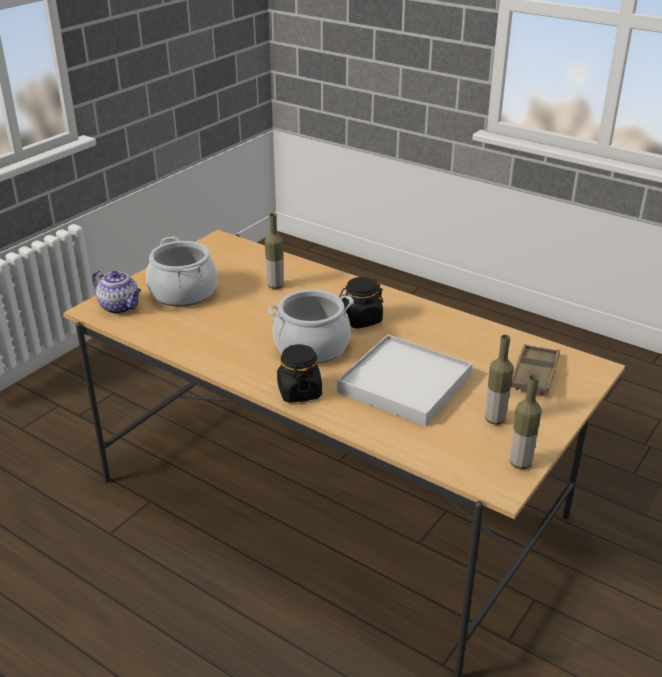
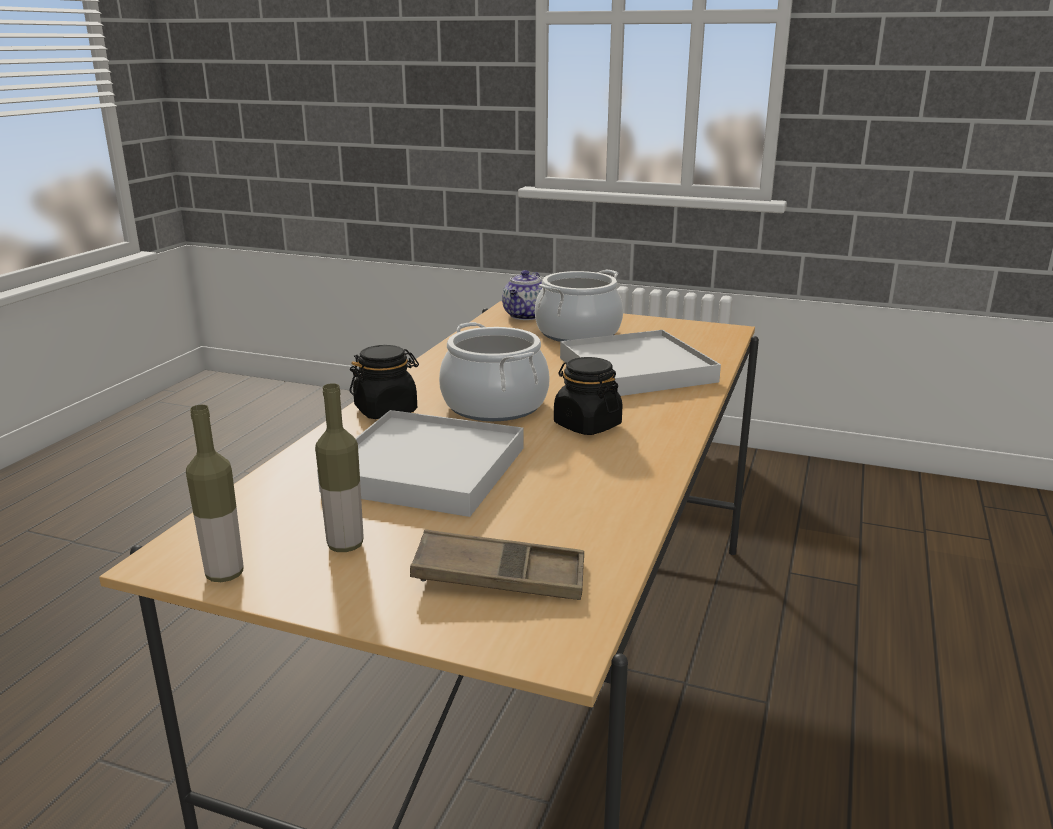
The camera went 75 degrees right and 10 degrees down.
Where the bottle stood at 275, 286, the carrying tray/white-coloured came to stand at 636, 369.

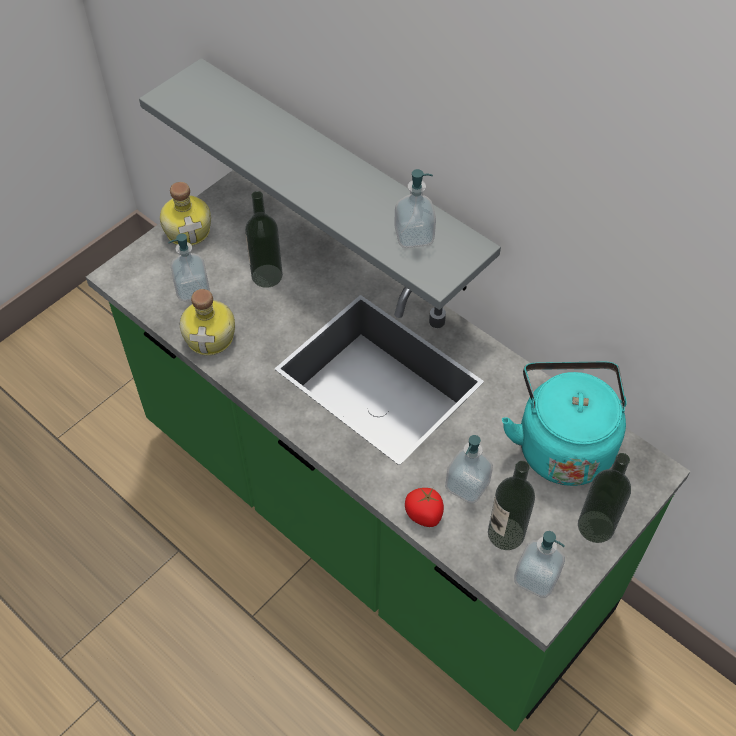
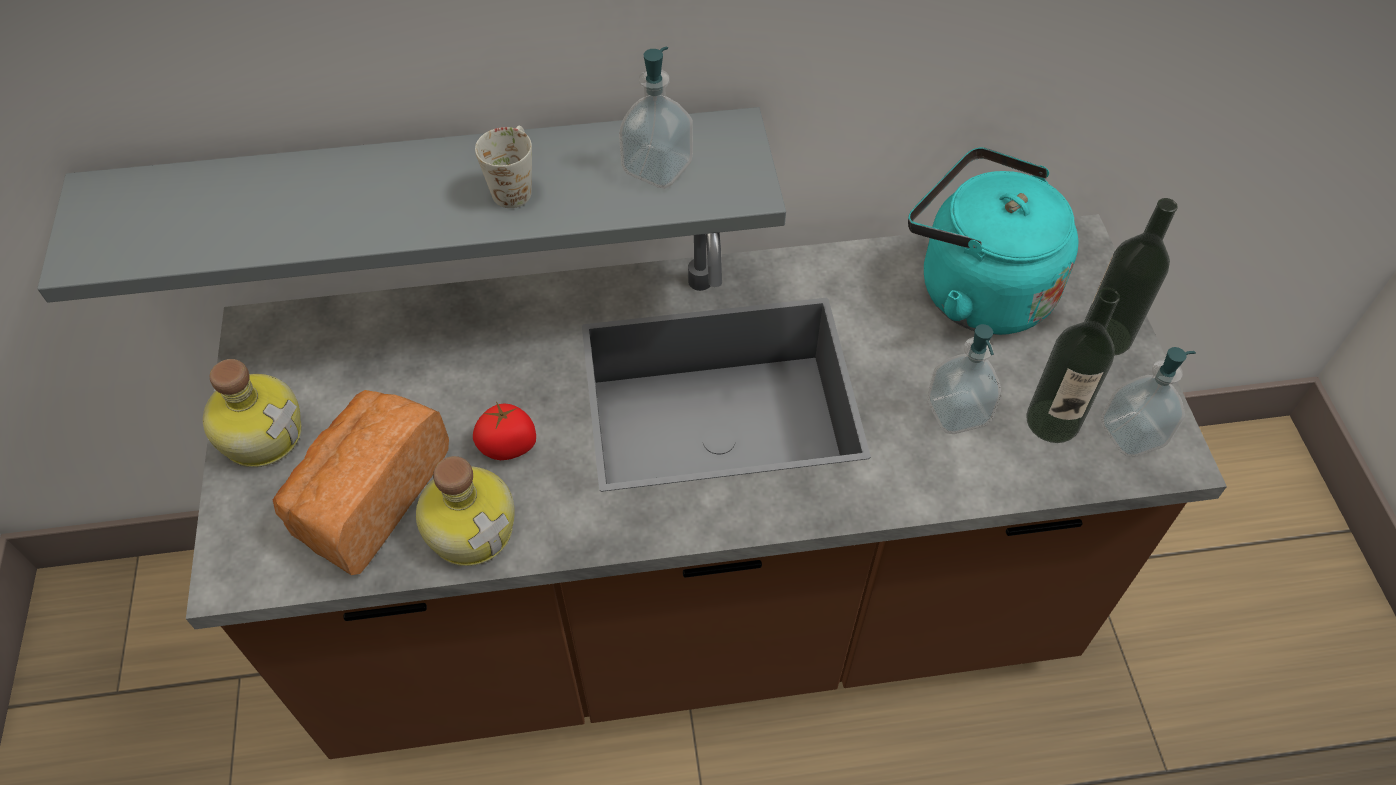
The camera went 50 degrees left and 0 degrees up.
What was the kitchen base unit/green-coloured at 367, 520 turned into the kitchen base unit/brown-coloured at 698, 614.
The second view lost the bottle at 267, 276.
Where the soap dispenser stood at 192, 289, the bakery bread came to stand at 368, 497.
The fresh tomato ended up elsewhere, having gone from 424, 514 to 508, 445.
The second view gained the coffee mug/white-coloured at 515, 185.

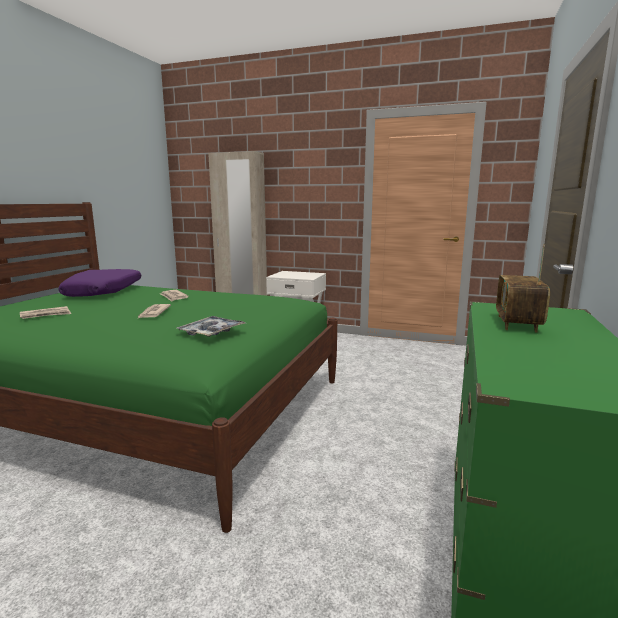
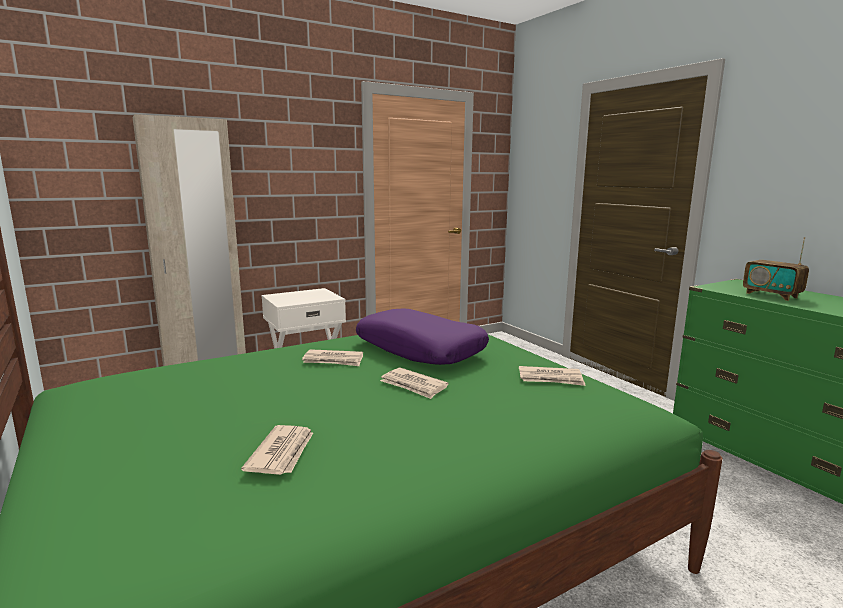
The camera went 50 degrees left and 0 degrees up.
The throw pillow/purple-coloured ended up elsewhere, having gone from 104, 292 to 420, 349.
Where the carrying tray stood at 211, 332, the newspaper came to stand at 551, 379.

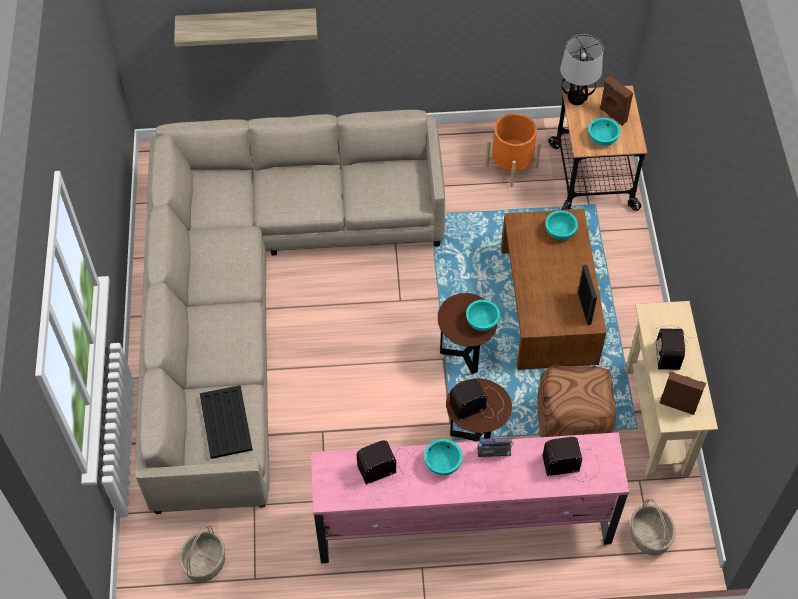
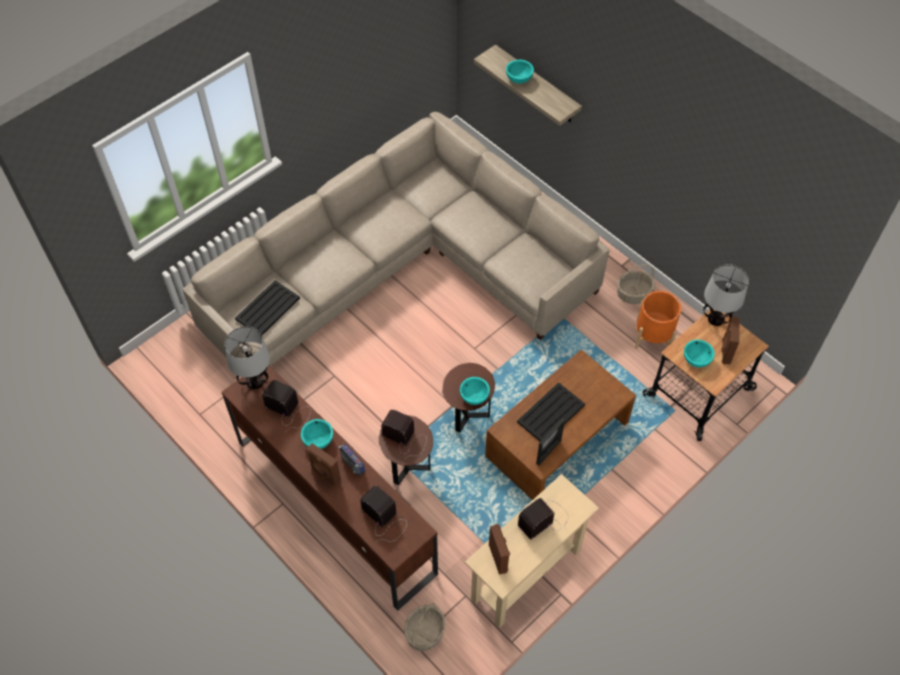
The camera went 50 degrees right and 0 degrees up.
The deep dish/turquoise ended up elsewhere, having gone from 559, 232 to 519, 78.
The second view lost the pouffe/brown-coloured at 572, 425.
What was the tv stand/pink at 462, 524 turned into the tv stand/brown-coloured at 334, 505.
The basket ended up elsewhere, having gone from 205, 562 to 633, 294.
The second view gained the lamp for a table at 255, 381.
The second view gained the carrying tray/black-coloured at 551, 413.
The second view gained the speaker/brown-coloured at 325, 475.

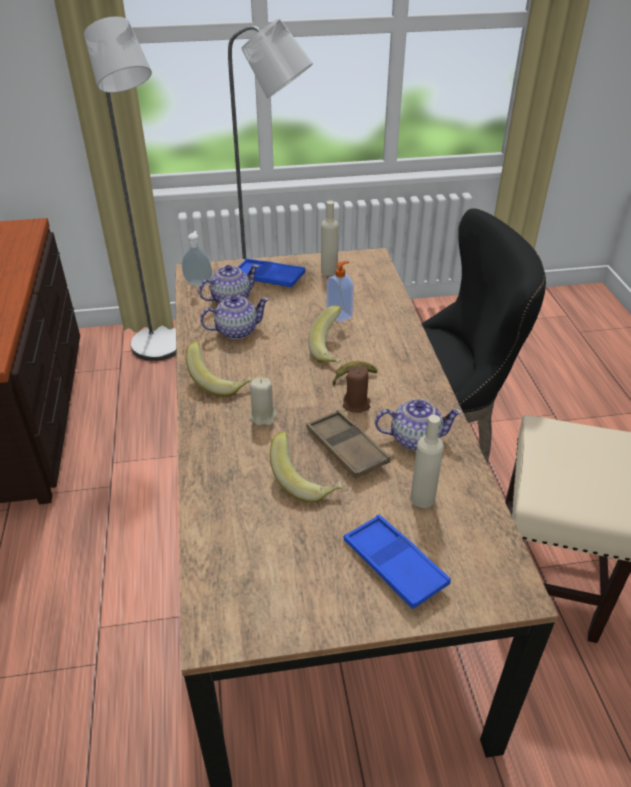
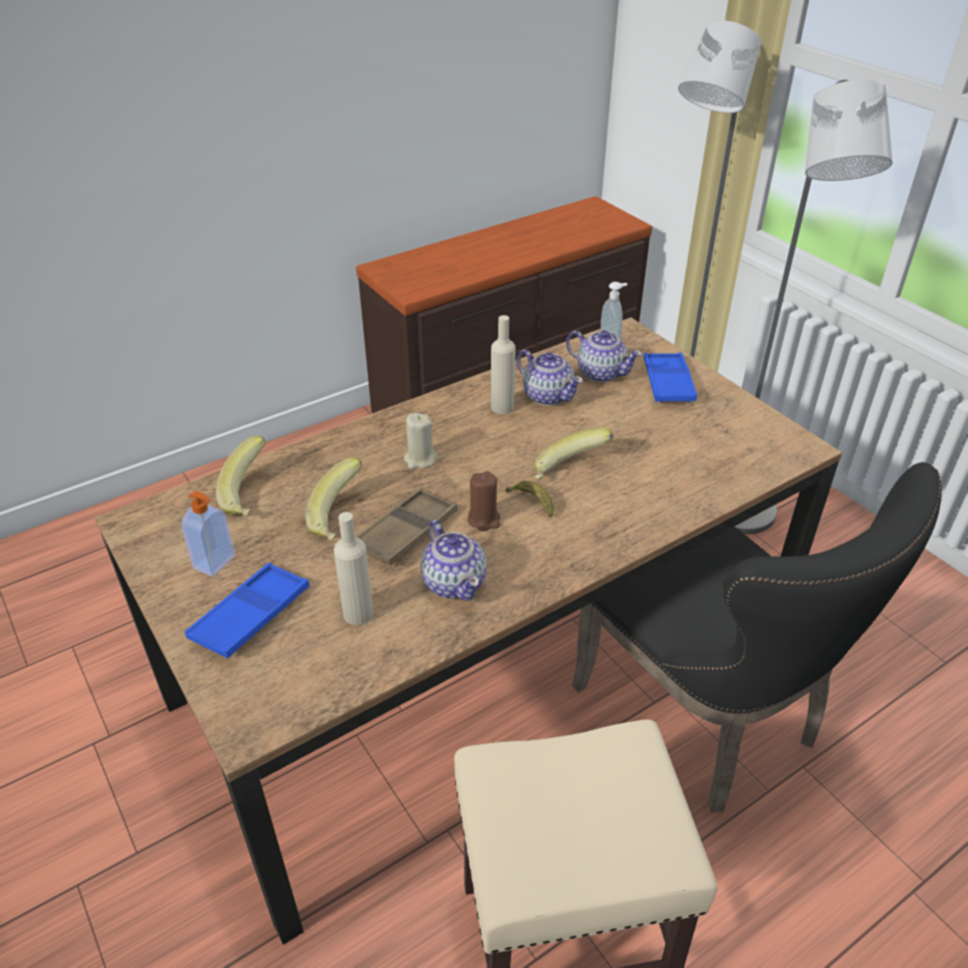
The camera went 65 degrees right and 0 degrees up.
The bottle/beige ended up elsewhere, having gone from 329, 271 to 502, 407.
The soap dispenser ended up elsewhere, having gone from 340, 314 to 215, 562.
The banana fruit ended up elsewhere, having gone from 220, 382 to 251, 496.

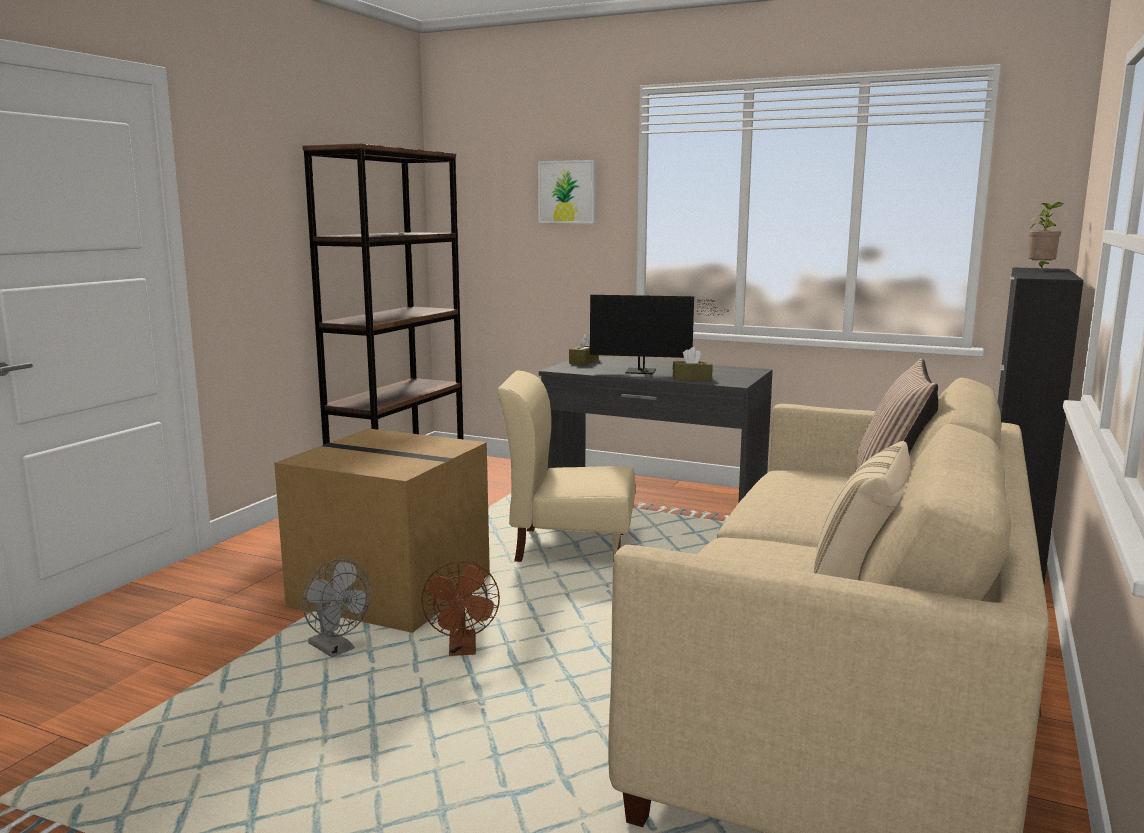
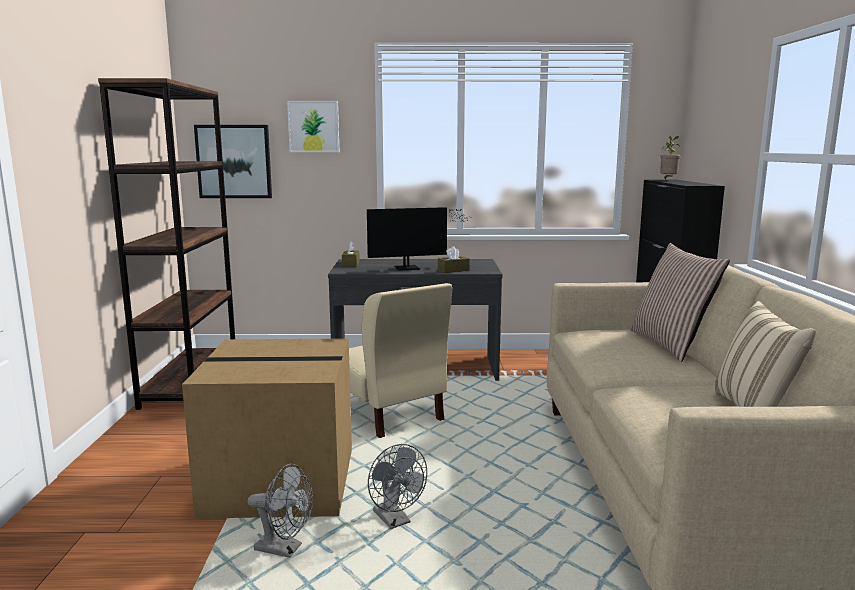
The camera went 25 degrees left and 0 degrees up.
The upright chair/beige at 569, 547 ended up facing another way, 105 degrees counterclockwise from before.
What was the fan/brown-coloured at 463, 650 turned into the fan/greyish at 395, 521.
The second view gained the wall picture at 234, 161.

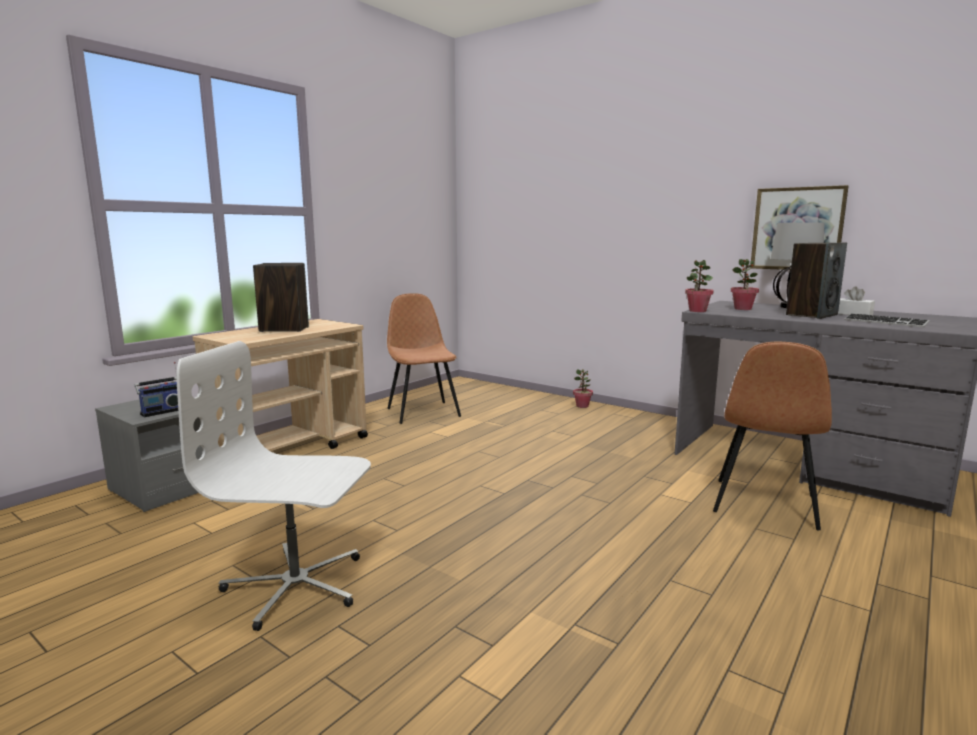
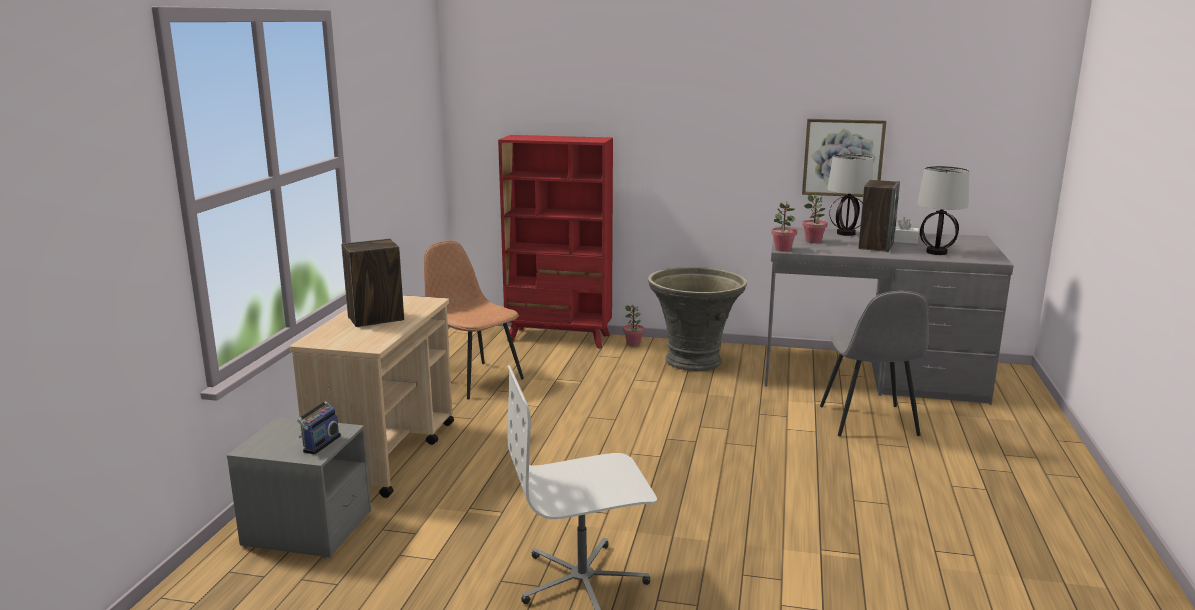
The camera went 25 degrees left and 5 degrees up.
Where the computer keyboard stood at 885, 322, the lamp for a table came to stand at 937, 252.
What was the upright chair/brown-coloured at 764, 505 turned into the upright chair/greyish at 868, 422.
The second view gained the shelving unit/red-coloured at 559, 338.
The second view gained the planter/greyish at 694, 361.

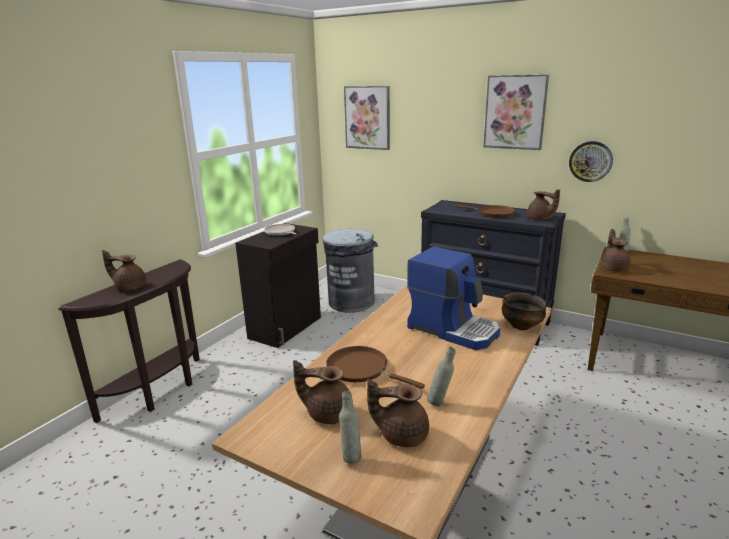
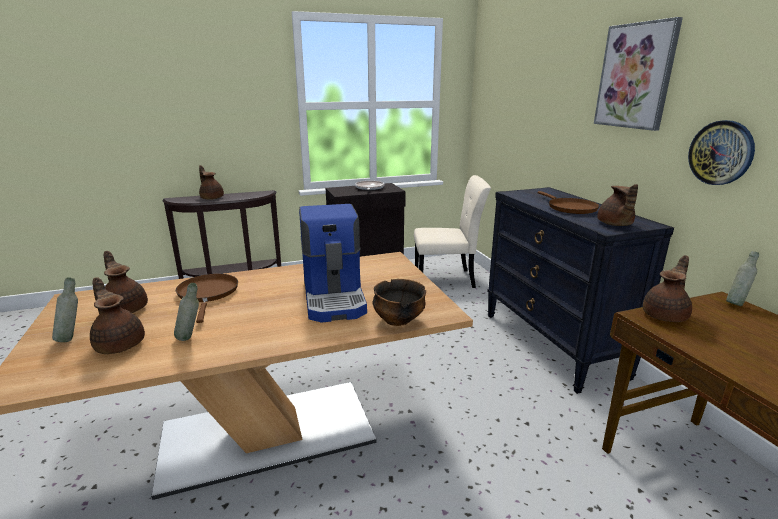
The camera went 40 degrees right and 0 degrees up.
The second view lost the wall picture at 367, 117.
Where the rubbish bin/greyish stood at 351, 302, the upright chair/beige came to stand at 447, 279.

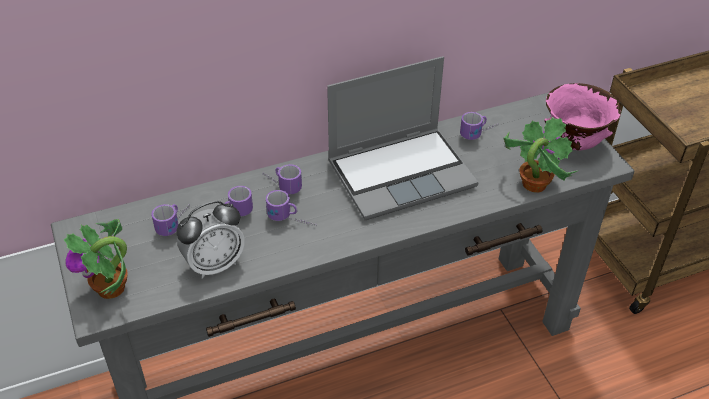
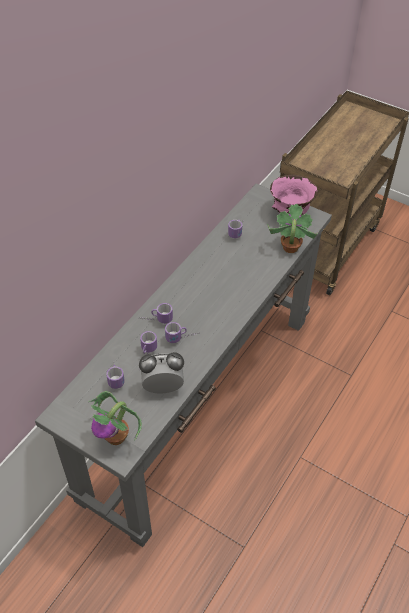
The camera went 35 degrees left and 5 degrees up.
The second view lost the laptop at 402, 173.
The bedside clock at 214, 264 ended up facing another way, 120 degrees counterclockwise from before.

